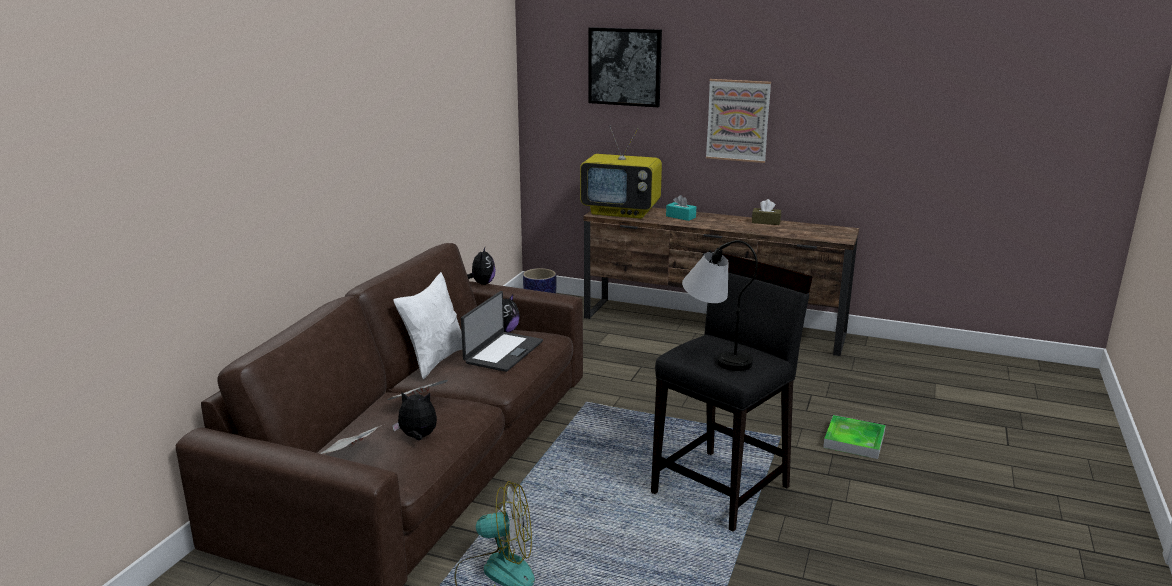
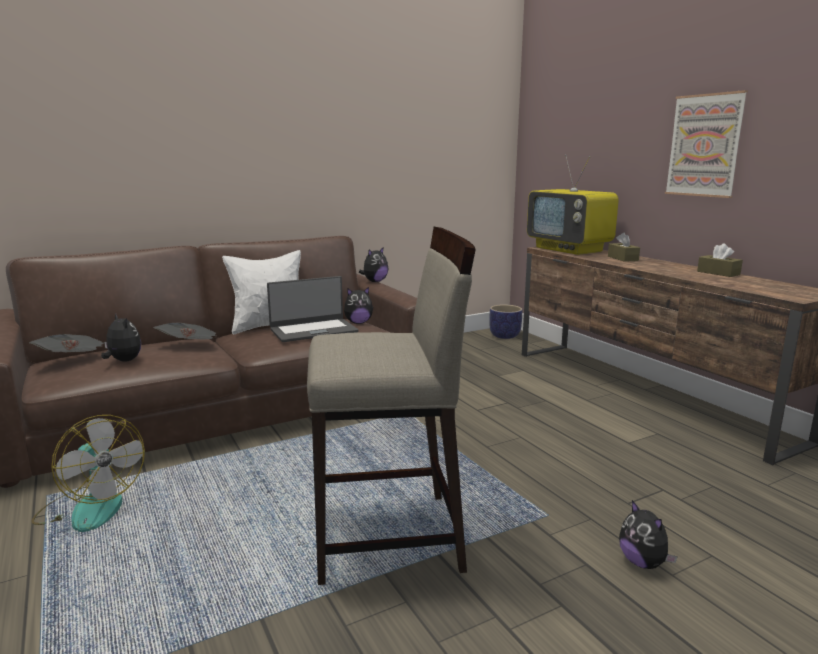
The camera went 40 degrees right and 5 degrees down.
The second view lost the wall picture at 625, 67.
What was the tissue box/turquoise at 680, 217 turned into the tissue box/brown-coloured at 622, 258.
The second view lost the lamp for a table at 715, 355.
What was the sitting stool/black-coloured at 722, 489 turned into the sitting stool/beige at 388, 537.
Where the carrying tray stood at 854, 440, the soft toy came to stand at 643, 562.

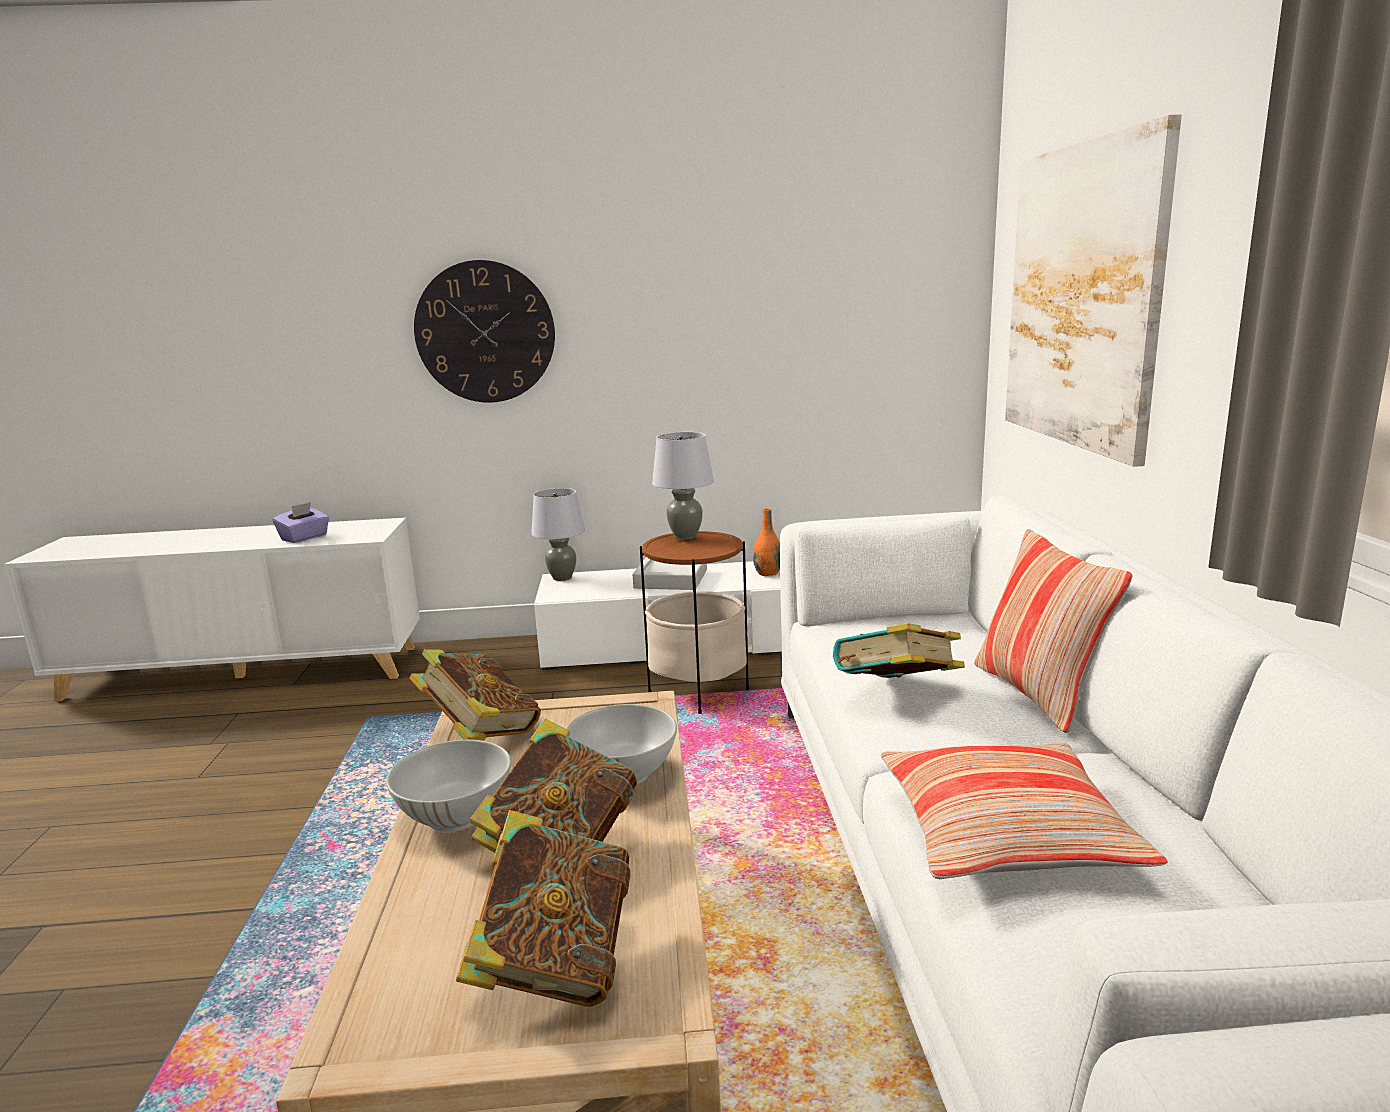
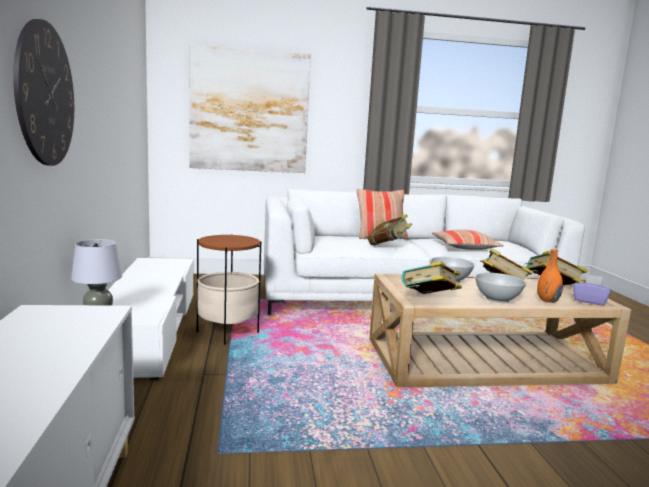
The camera went 95 degrees left and 5 degrees down.
The second view lost the lamp for a table/greyish at 685, 536.
The tissue box/purple-coloured ended up elsewhere, having gone from 304, 538 to 589, 301.
The vase/orangey ended up elsewhere, having gone from 768, 574 to 547, 300.
The second view lost the carrying tray/greyish at 671, 579.

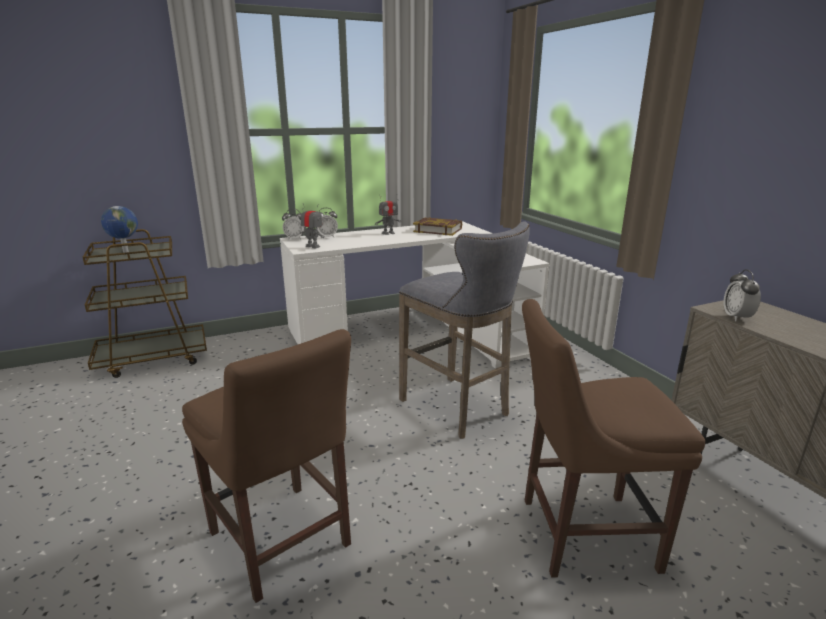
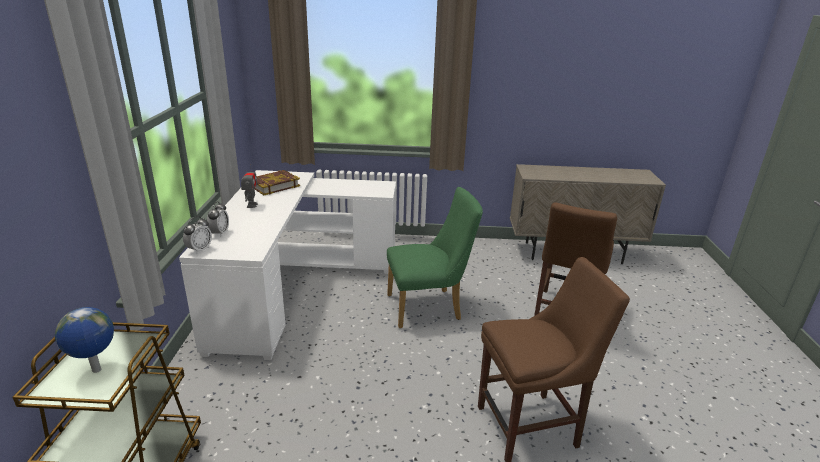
The camera went 65 degrees left and 5 degrees up.
The second view lost the robot figure at 313, 246.
Where the sitting stool/greyish stood at 458, 409, the upright chair/green-coloured came to stand at 429, 307.
The second view lost the bedside clock at 736, 317.

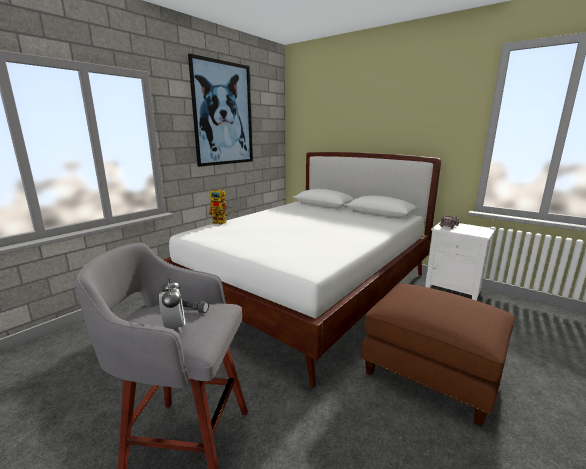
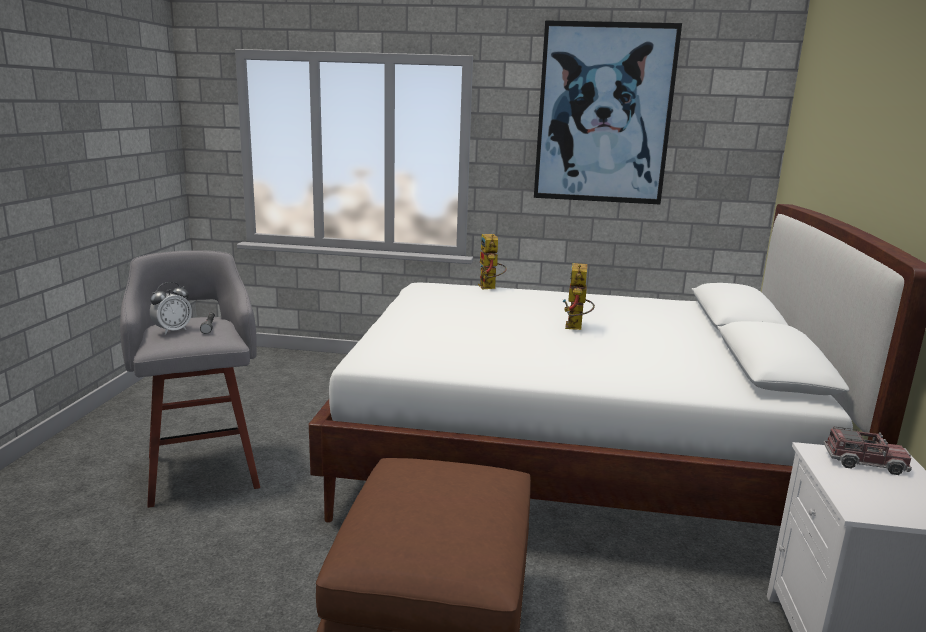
The camera went 60 degrees right and 0 degrees up.
The second view gained the robot figure at 576, 328.

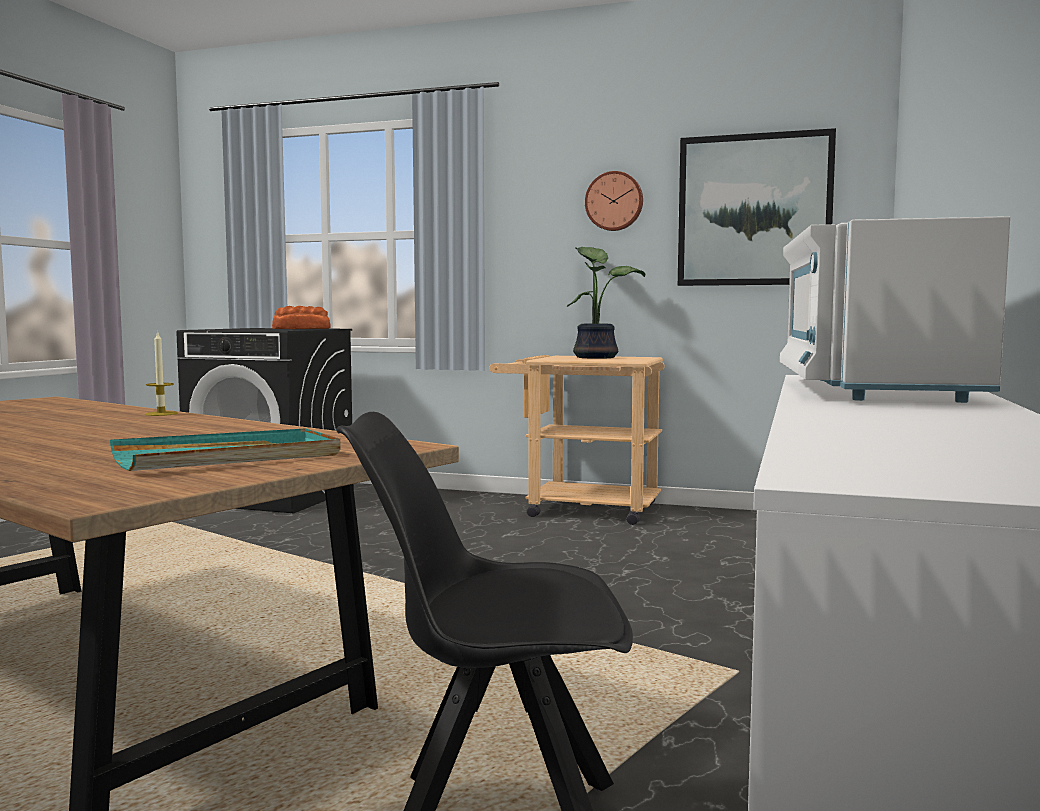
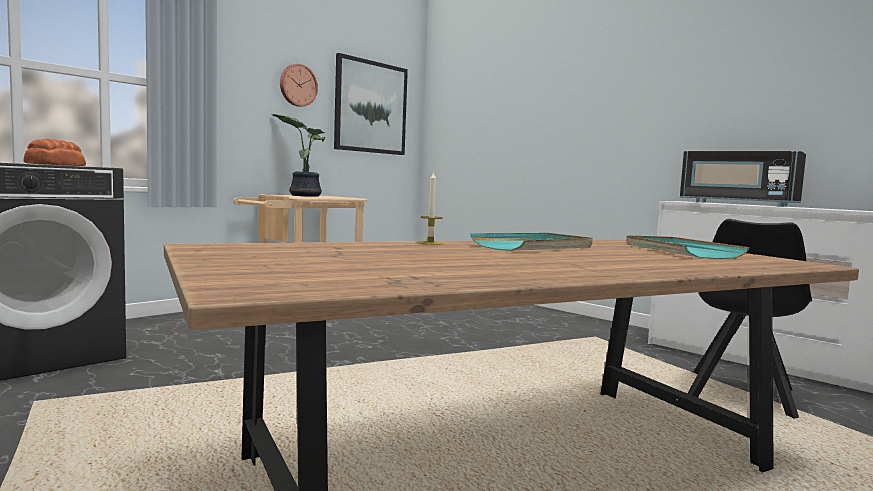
The camera went 65 degrees left and 0 degrees up.
What was the microwave oven/white-coloured at 872, 389 turned into the microwave oven/black-coloured at 737, 204.
The second view gained the carrying tray/turquoise at 535, 246.

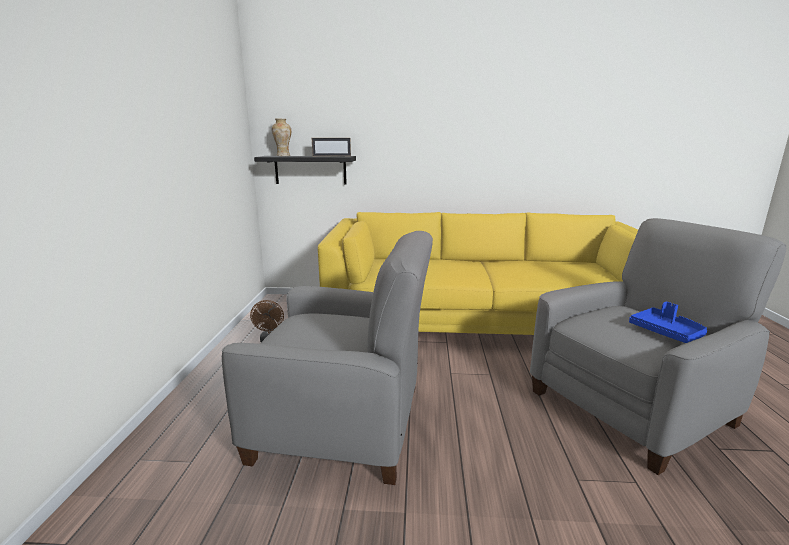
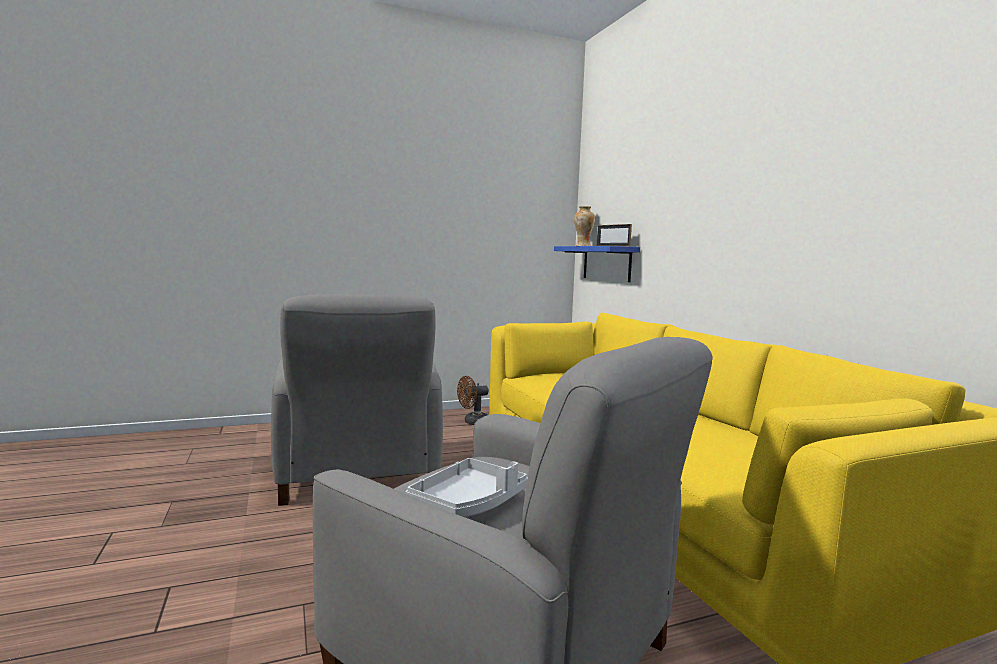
The camera went 65 degrees right and 10 degrees down.
What was the wall shelf/black-coloured at 310, 170 turned into the wall shelf/blue-coloured at 606, 263.
What was the carrying tray/blue-coloured at 666, 332 turned into the carrying tray/greyish at 469, 503.

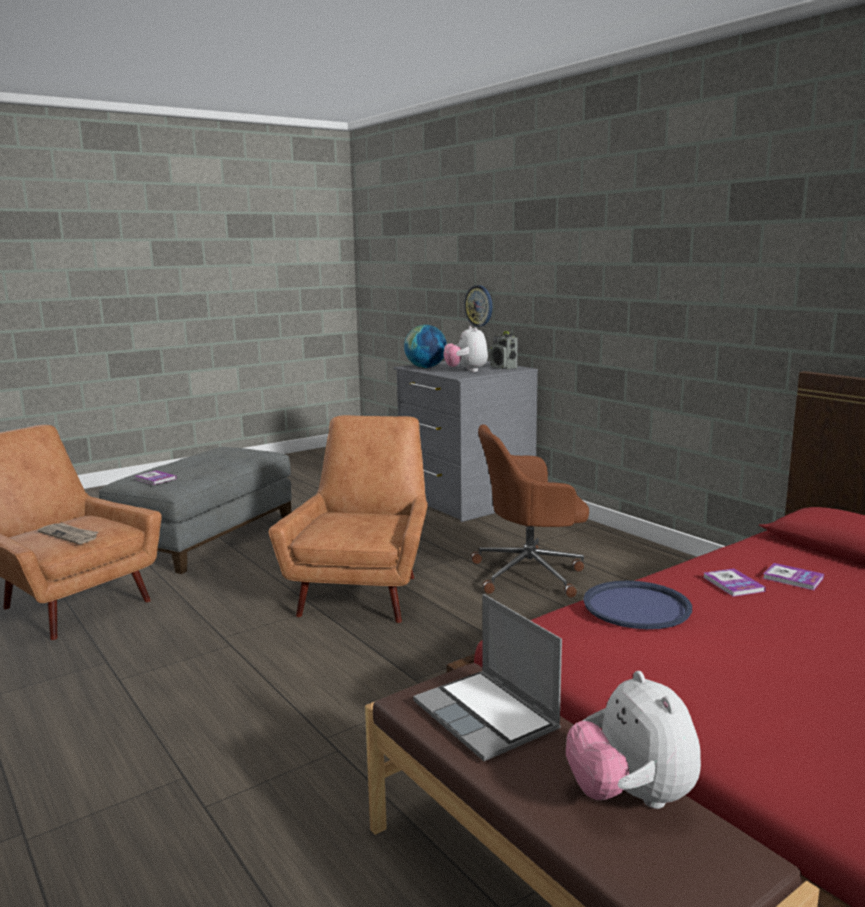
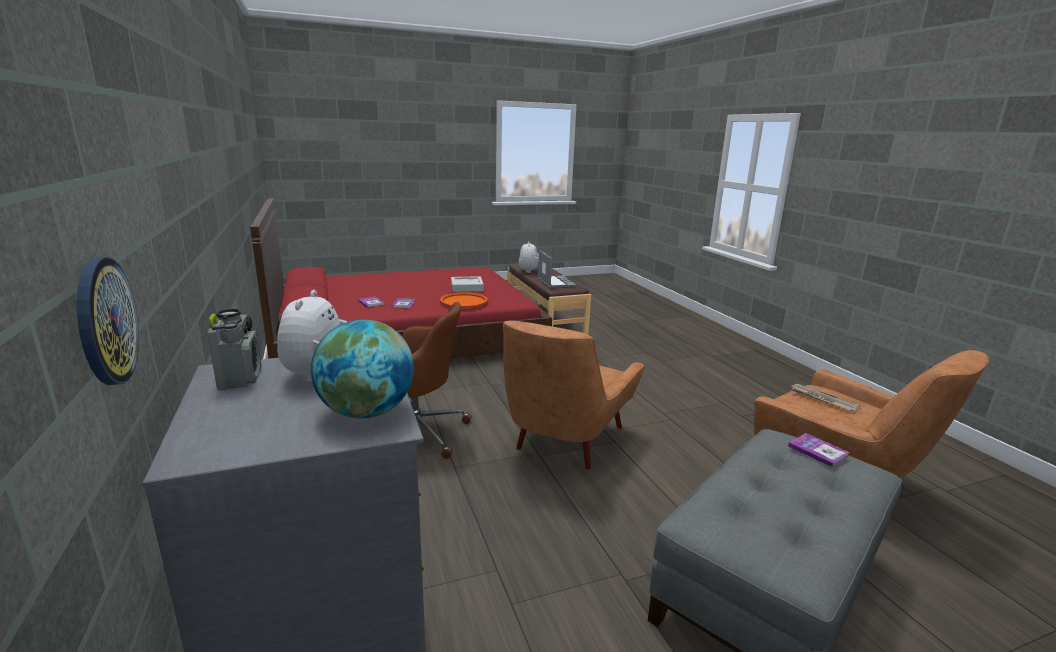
The camera went 165 degrees left and 5 degrees up.
What was the carrying tray/blue-coloured at 637, 606 turned into the carrying tray/orangey at 463, 301.
The second view gained the carrying tray/greyish at 467, 287.

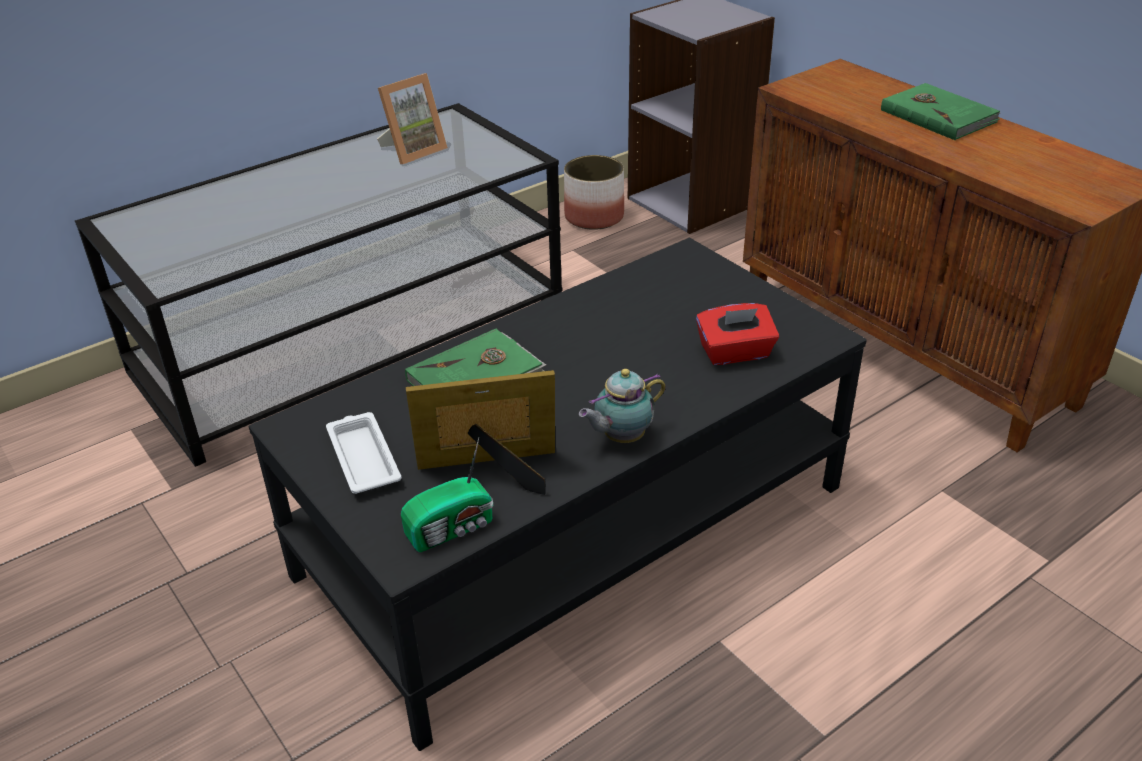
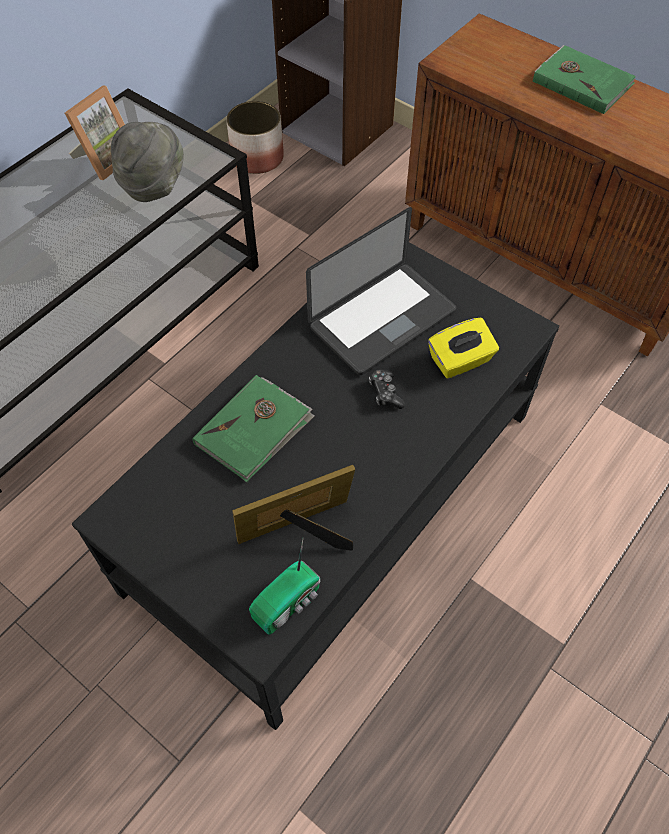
The camera went 15 degrees left and 20 degrees up.
What was the tissue box/red-coloured at 735, 353 turned into the tissue box/yellow-coloured at 460, 361.
The second view lost the pot for tea at 621, 438.
The second view lost the carrying tray/white-coloured at 363, 457.
The second view gained the wearable hat/greyish at 153, 184.
The second view gained the laptop at 382, 319.
The second view gained the game controller at 385, 393.

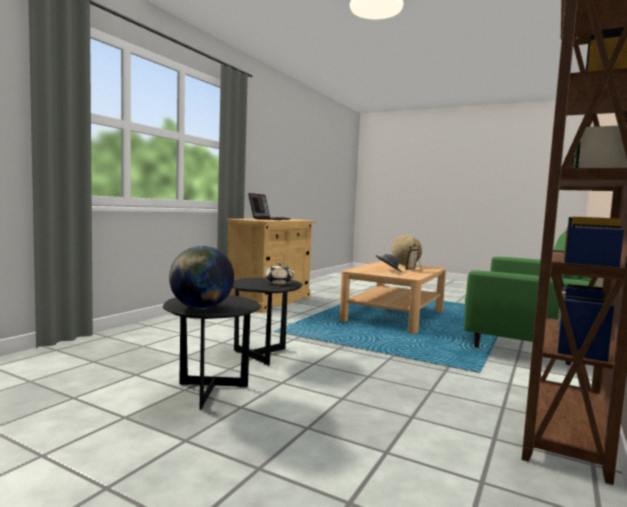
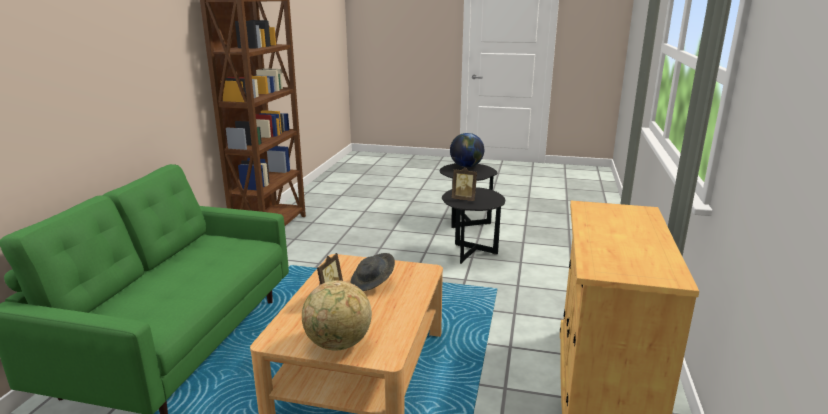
The camera went 165 degrees right and 15 degrees up.
The second view lost the laptop at 269, 219.
Where the pot for tea/beige stood at 278, 283, the picture frame came to stand at 464, 199.

